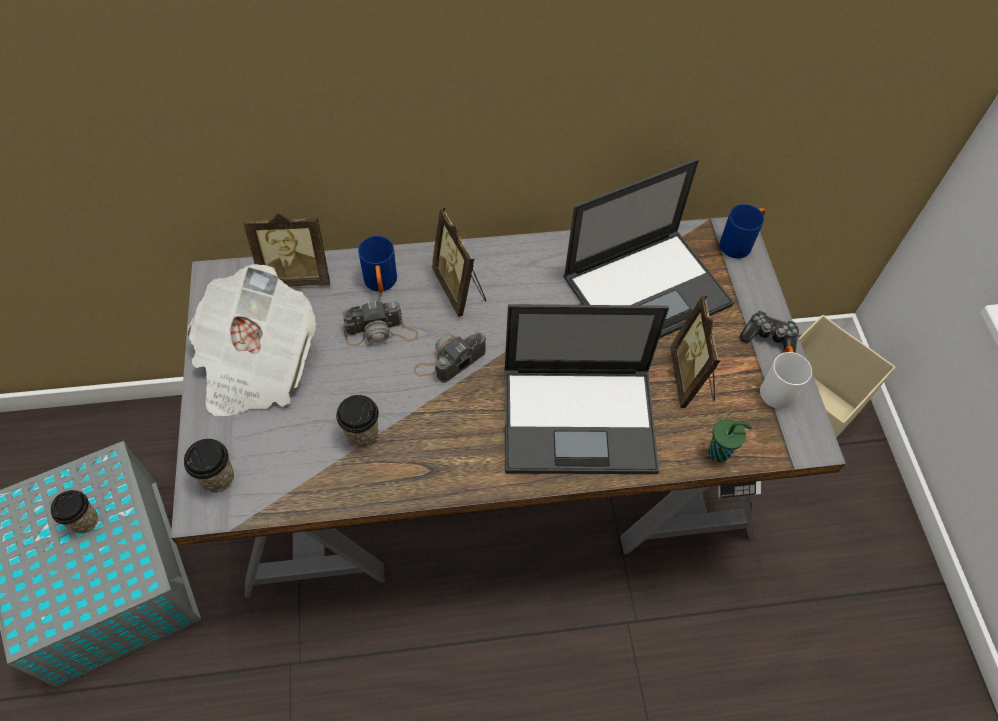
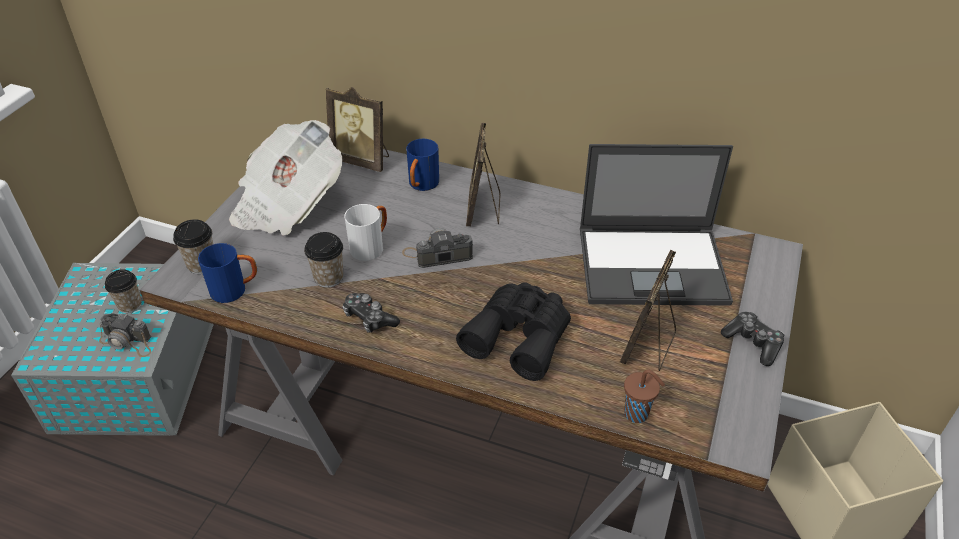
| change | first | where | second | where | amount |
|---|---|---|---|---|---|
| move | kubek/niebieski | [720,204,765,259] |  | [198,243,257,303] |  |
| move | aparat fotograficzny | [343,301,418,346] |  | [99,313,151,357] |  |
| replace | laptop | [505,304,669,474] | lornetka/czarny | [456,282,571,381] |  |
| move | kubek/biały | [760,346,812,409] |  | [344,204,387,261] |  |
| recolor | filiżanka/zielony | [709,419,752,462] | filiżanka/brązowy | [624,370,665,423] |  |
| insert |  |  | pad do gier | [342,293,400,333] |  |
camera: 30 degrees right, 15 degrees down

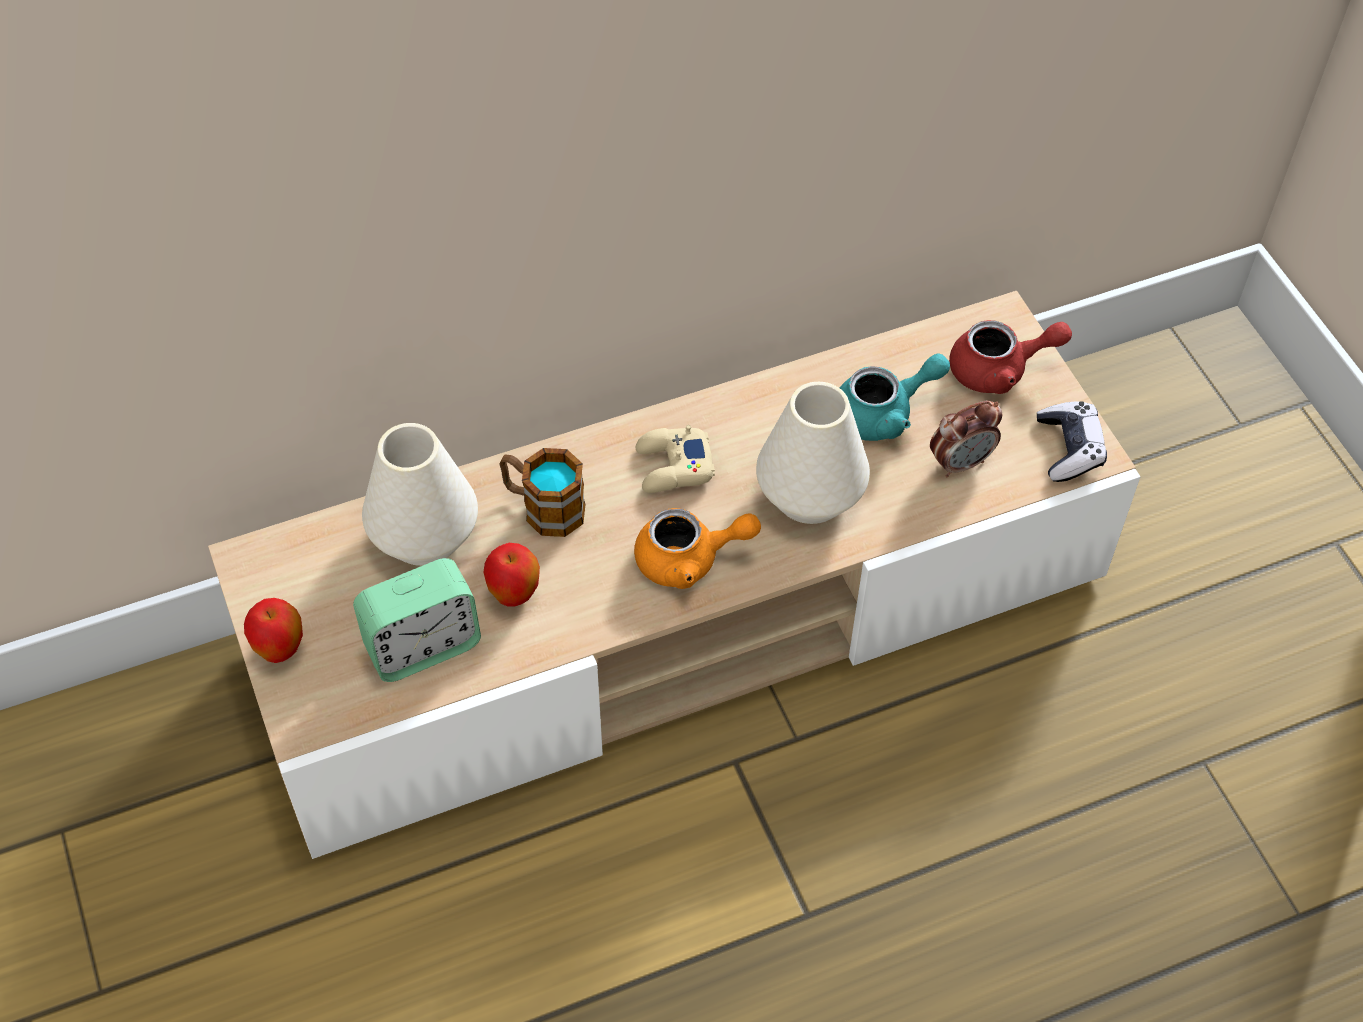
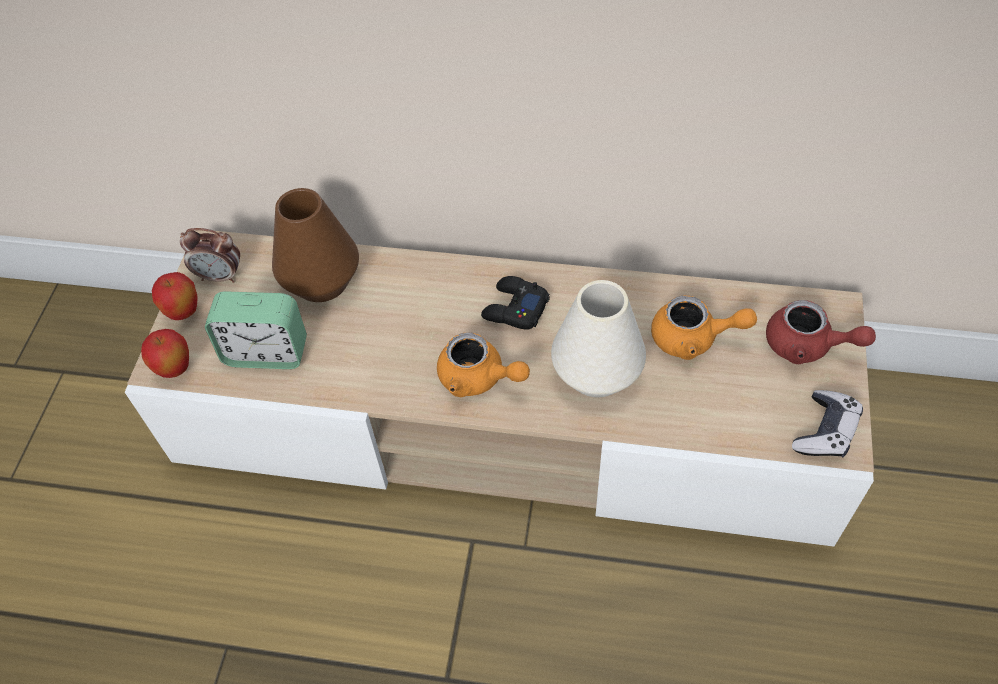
| change | first | where | second | where | amount |
|---|---|---|---|---|---|
| recolor | imbryk/turkusowy | [840,353,950,441] | imbryk/pomarańczowy | [651,296,757,360] |  |
| move | budzik | [930,401,1002,477] |  | [180,228,240,283] |  |
| recolor | wazon/biały | [362,423,478,566] | wazon/brązowy | [272,188,359,302] |  |
| recolor | pad do gier/beżowy | [636,425,715,493] | pad do gier/czarny | [481,276,550,330] |  |
| delete | kubek | [499,448,586,537] |  |  |  |
| move | jabłko | [483,543,540,607] |  | [141,329,189,378] |  |
camera: 35 degrees right, 0 degrees up

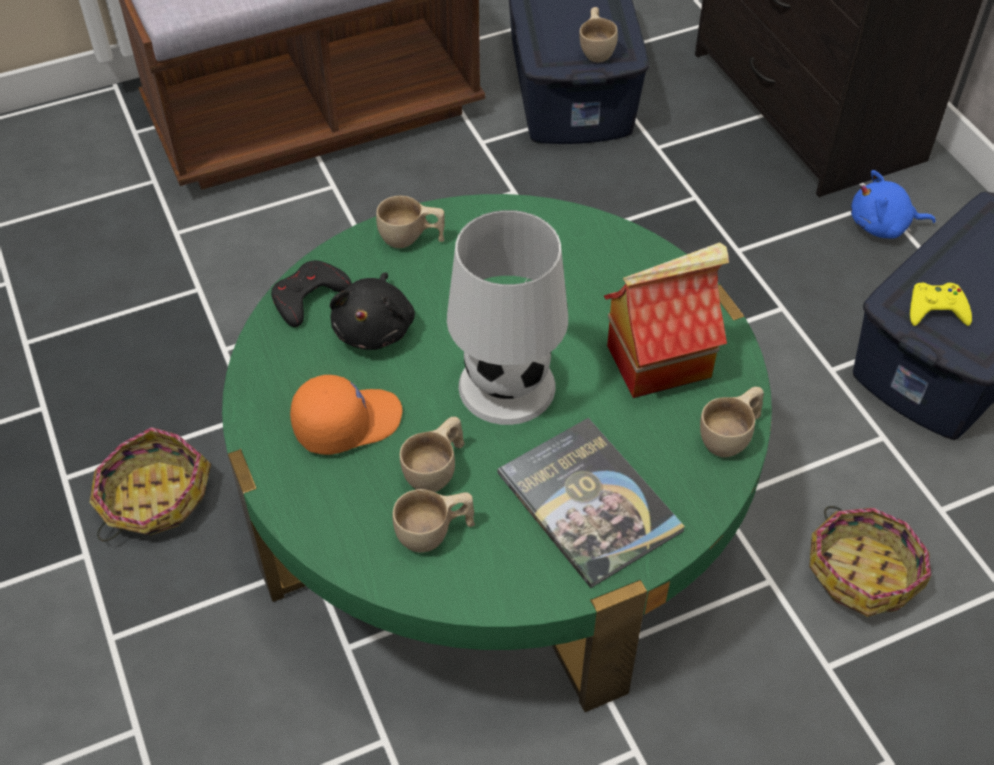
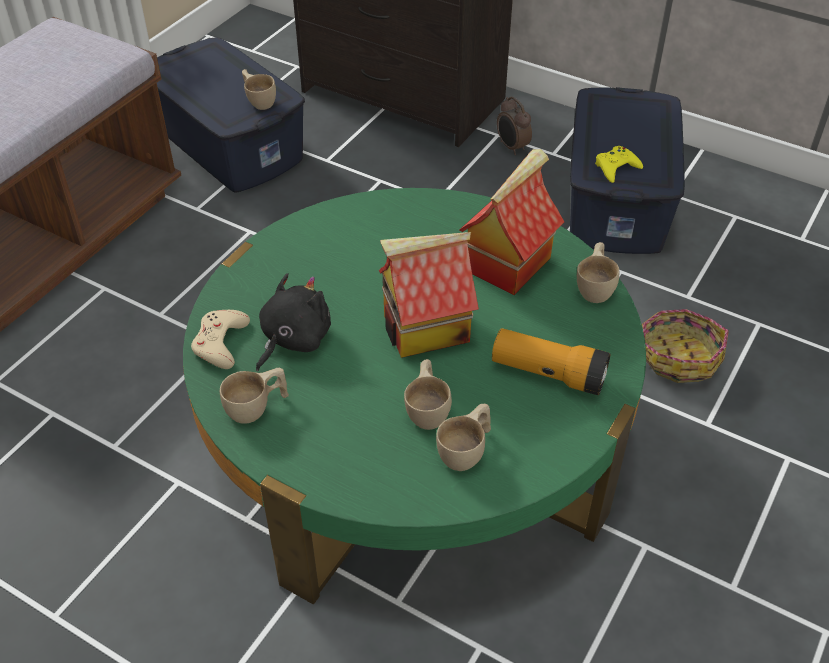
| change | first | where | second | where | amount |
|---|---|---|---|---|---|
| replace | pluszak/niebieski | [851,170,936,239] | budzik | [497,96,532,155] |  |
| move | filiżanka/beżowy | [376,196,445,248] |  | [220,368,289,424] |  |
| replace | lampa stołowa/biały | [447,210,568,425] | domek | [379,232,479,358] |  |
| recolor | pad do gier/czarny | [271,260,352,327] | pad do gier/beżowy | [191,310,250,369] |  |
| rotate | pluszak/czarny | [330,272,415,350] |  | [256,273,331,372] | 120 degrees counterclockwise |
| delete | czapka z daszkiem/pomarańczowy | [290,375,403,455] |  |  |  |
| replace | książka | [497,418,685,588] | latarka | [492,328,610,395] |  |
| delete | koszyk | [89,427,211,542] |  |  |  |
camera: 35 degrees left, 5 degrees down

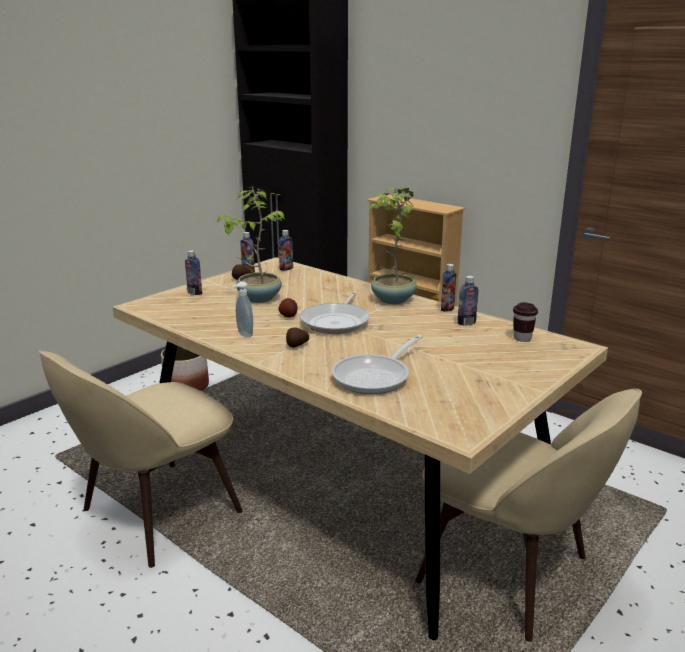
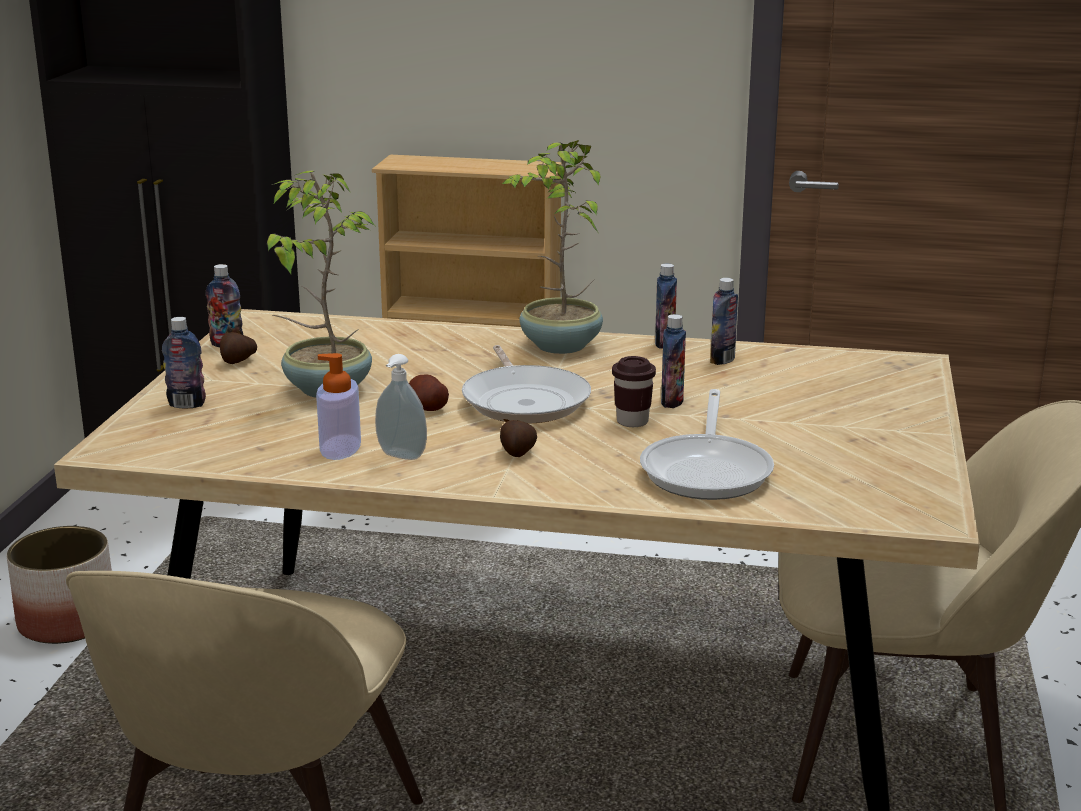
| change | first | where | second | where | amount |
|---|---|---|---|---|---|
| move | butelka | [279,230,293,271] |  | [661,314,686,408] |  |
| move | filiżanka/brązowy | [513,302,538,342] |  | [612,356,656,427] |  |
| insert |  |  | dozownik mydła | [316,353,361,460] |  |
camera: 30 degrees left, 0 degrees up

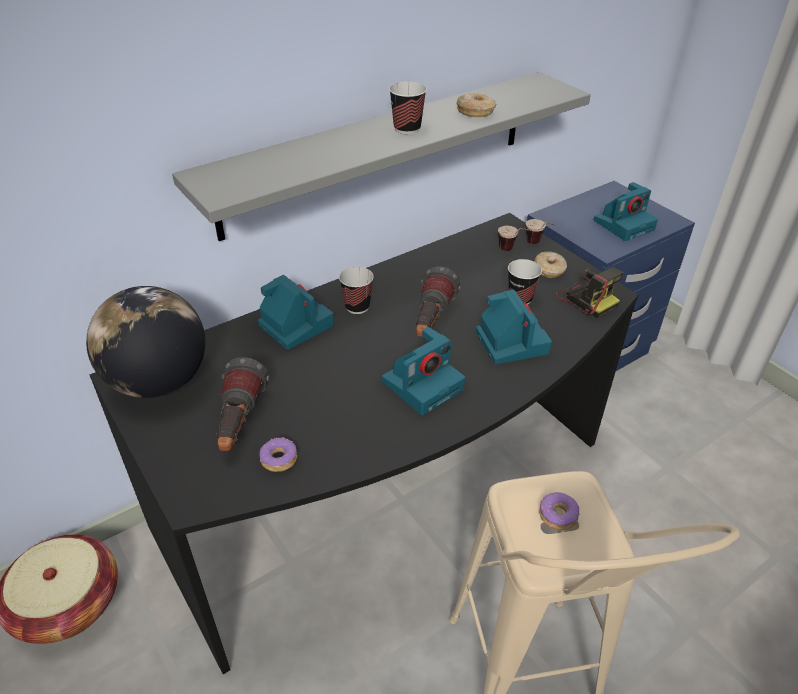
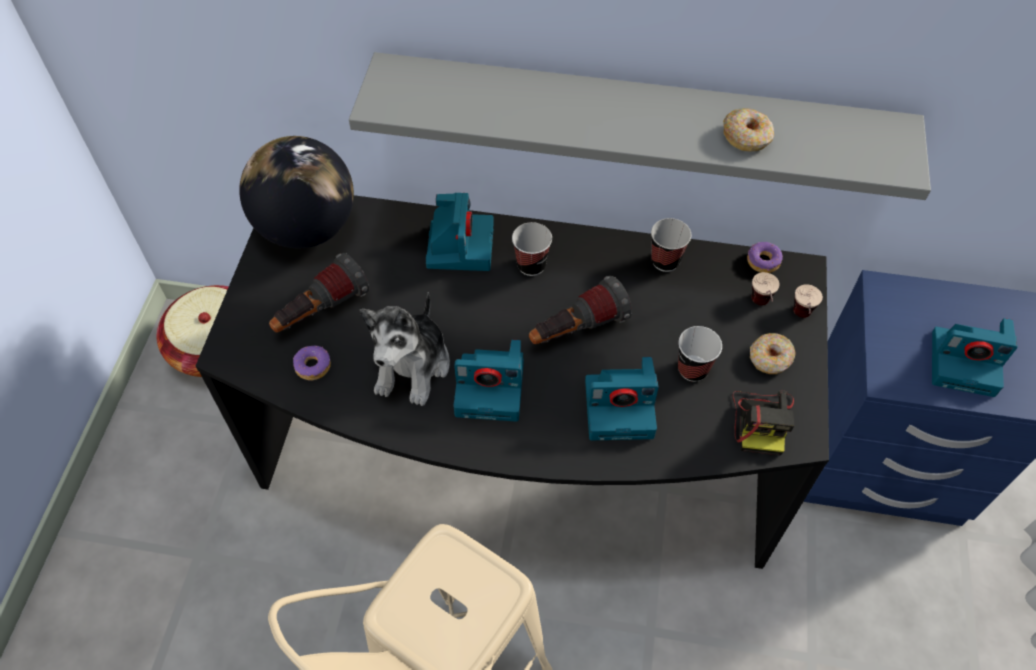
| change | first | where | second | where | amount |
|---|---|---|---|---|---|
| move | filiżanka | [389,81,427,134] |  | [651,218,691,272] |  |
| rotate | aparat fotograficzny | [476,290,552,365] |  | [585,357,659,440] | 60 degrees clockwise |
| move | donut | [539,492,580,530] |  | [747,242,783,273] |  |
| insert |  |  | pluszak | [360,292,450,406] |  |
camera: 45 degrees right, 15 degrees up

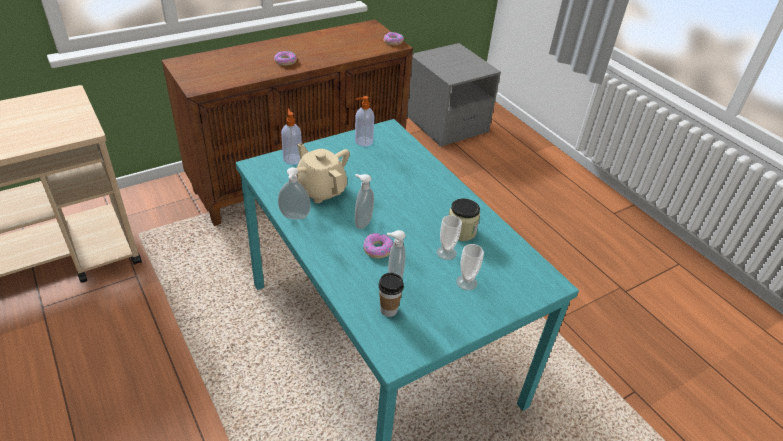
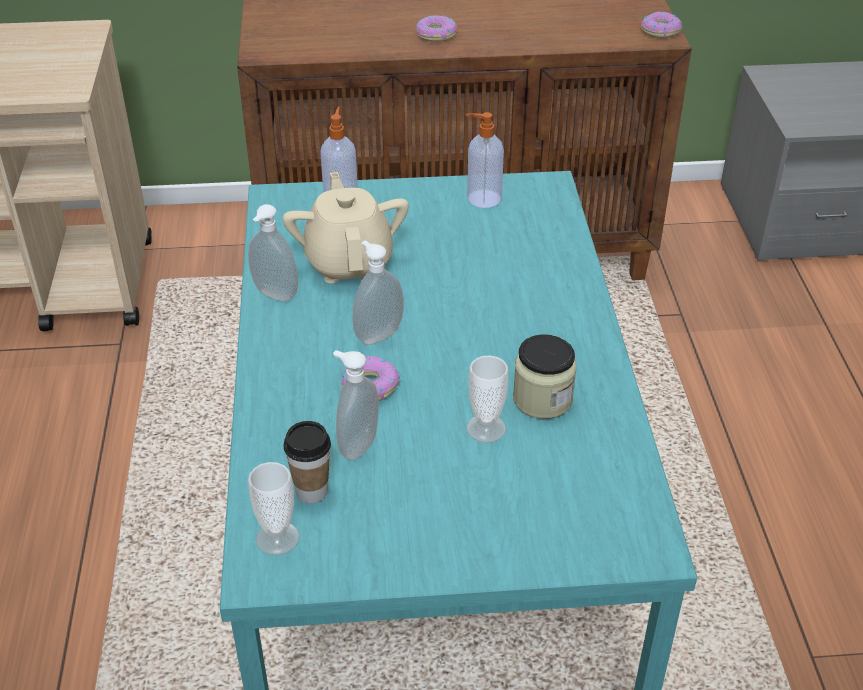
| change | first | where | second | where | amount |
|---|---|---|---|---|---|
| move | filiżanka | [456,244,484,291] |  | [248,462,300,555] |  |
camera: 30 degrees right, 0 degrees up

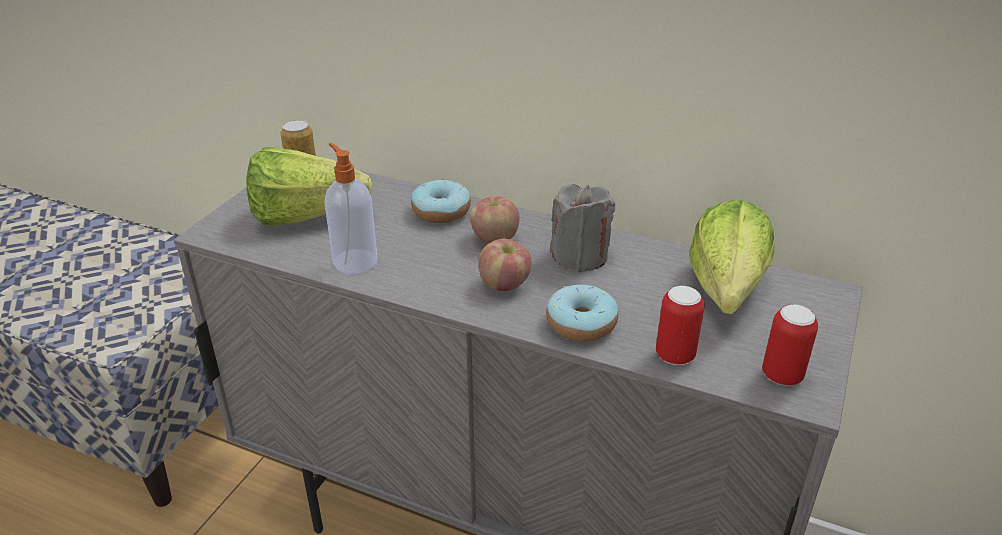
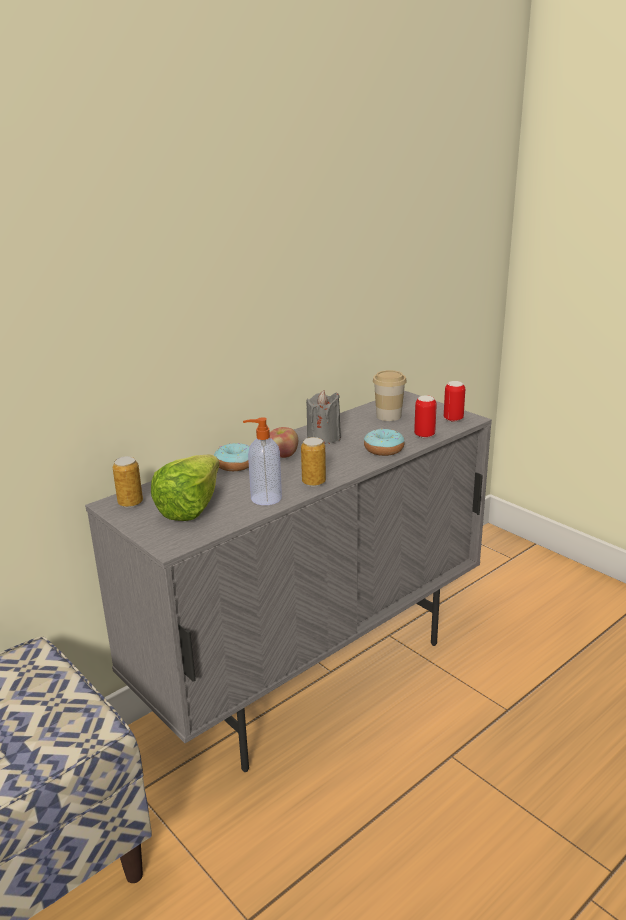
| change | first | where | second | where | amount |
|---|---|---|---|---|---|
| replace | sałata | [689,199,774,314] | filiżanka | [373,370,407,421] |  |
| delete | jabłko | [478,238,532,291] |  |  |  |
| insert |  |  | puszka | [301,437,326,487] |  |
camera: 65 degrees left, 10 degrees down

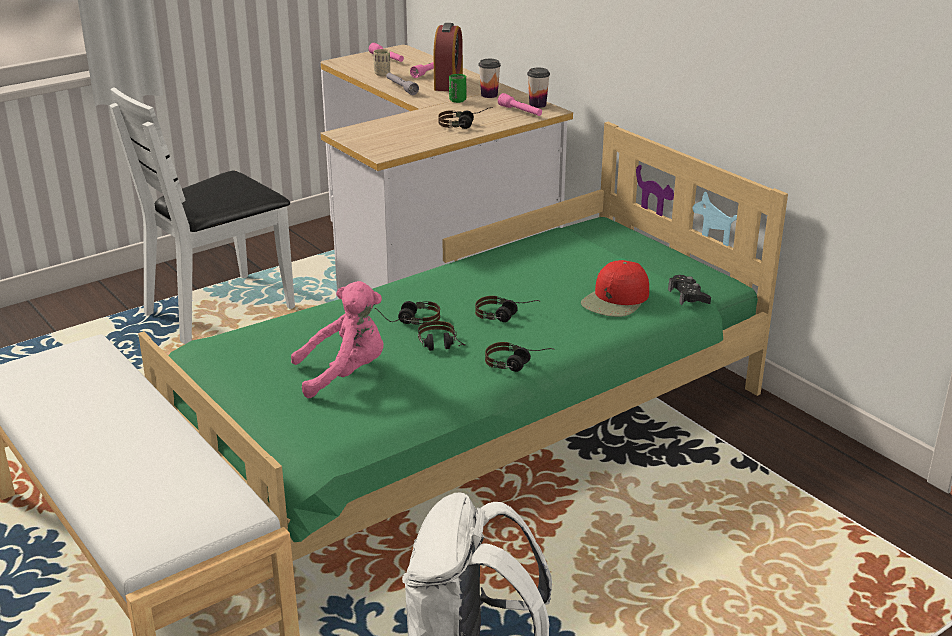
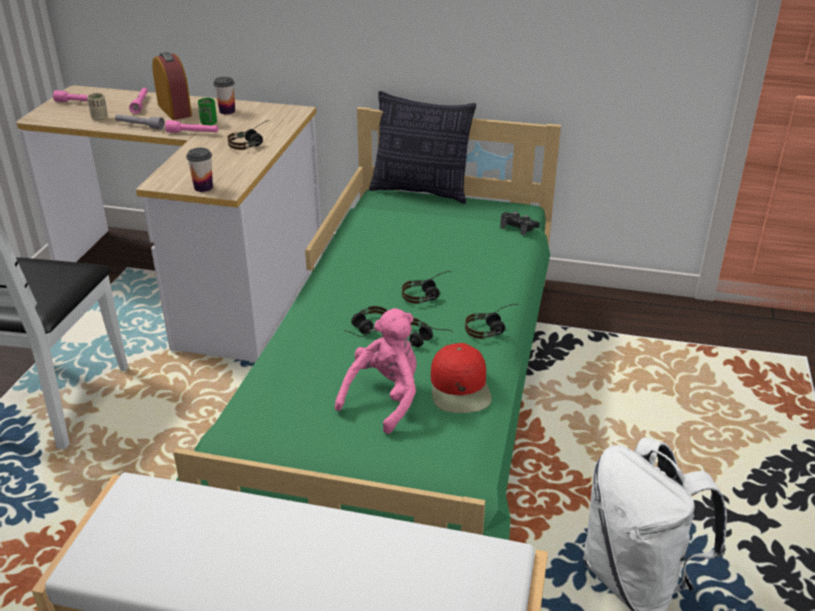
| change | first | where | second | where | amount |
|---|---|---|---|---|---|
| move | filiżanka | [527,68,550,108] |  | [186,148,213,192] |  |
| move | latarka/różowy | [498,93,542,116] |  | [165,120,218,133] |  |
| move | czapka z daszkiem/czerwony | [581,260,649,317] |  | [431,343,492,413] |  |
| insert |  |  | poduszka | [369,91,476,204] |  |
camera: 40 degrees left, 5 degrees up

